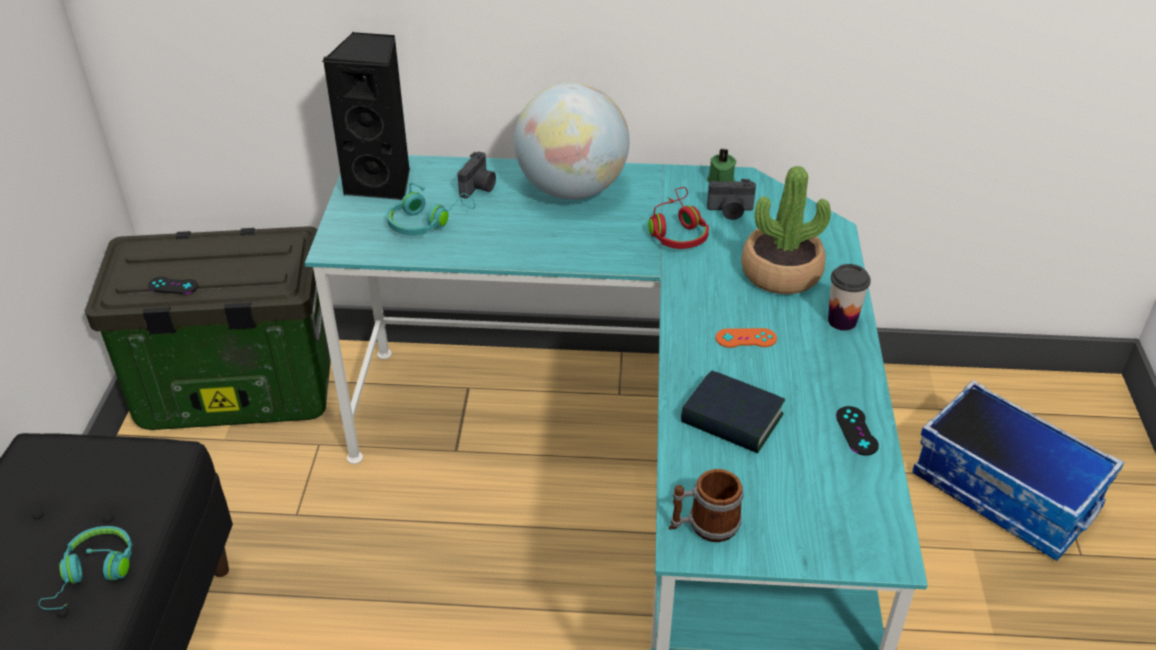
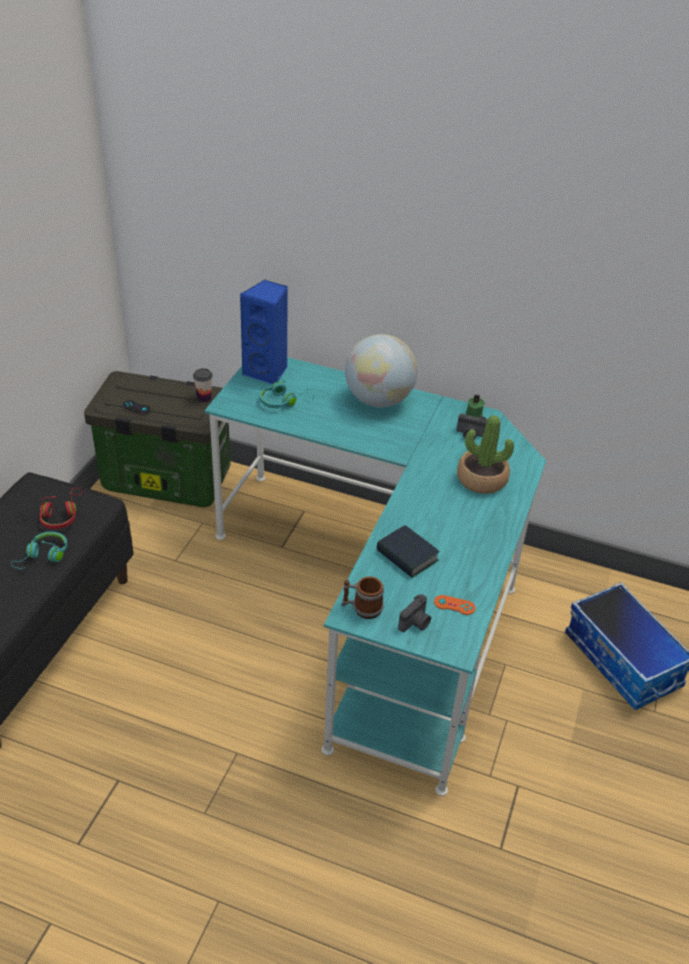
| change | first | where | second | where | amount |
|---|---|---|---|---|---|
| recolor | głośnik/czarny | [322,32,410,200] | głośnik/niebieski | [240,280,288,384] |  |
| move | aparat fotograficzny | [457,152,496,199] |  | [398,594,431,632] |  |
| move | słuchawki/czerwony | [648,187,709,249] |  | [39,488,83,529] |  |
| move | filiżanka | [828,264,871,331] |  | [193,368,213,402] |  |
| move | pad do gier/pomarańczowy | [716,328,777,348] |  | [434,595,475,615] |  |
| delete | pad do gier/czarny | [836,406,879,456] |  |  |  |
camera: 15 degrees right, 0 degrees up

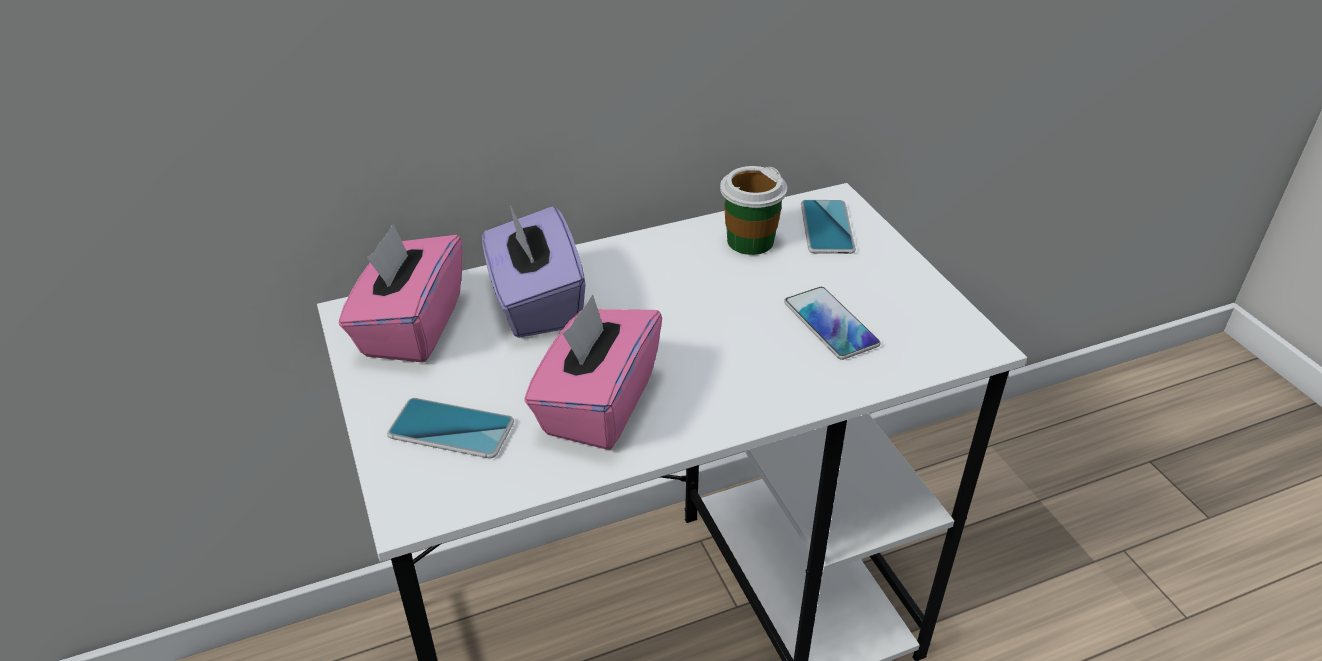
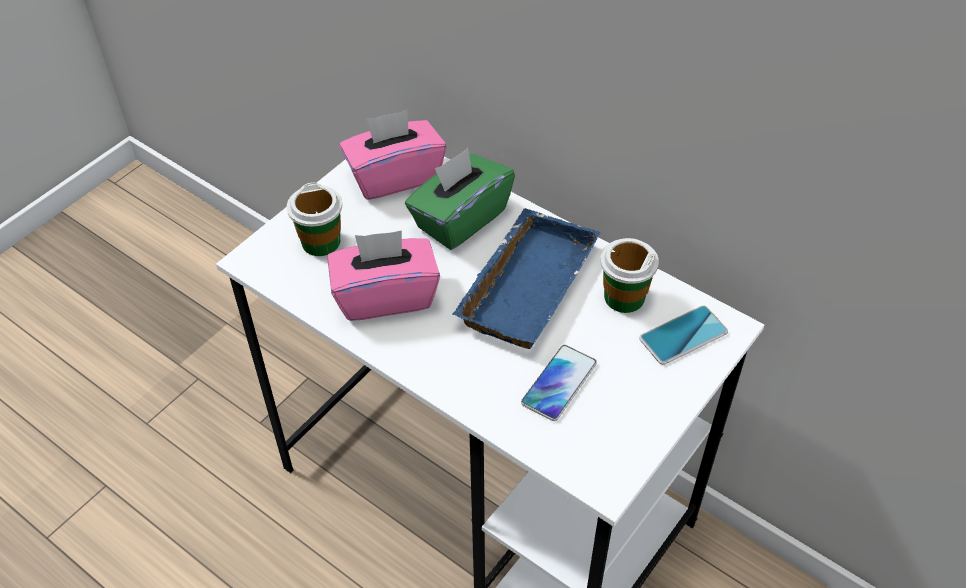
| change | first | where | second | where | amount |
|---|---|---|---|---|---|
| recolor | pudełko chusteczek/fioletowy | [482,205,586,338] | pudełko chusteczek/zielony | [405,148,515,250] |  |
| replace | telefon | [387,398,514,458] | filiżanka | [287,182,342,256] |  |
| insert |  |  | taca/niebieski | [452,208,600,349] |  |
camera: 60 degrees right, 10 degrees up

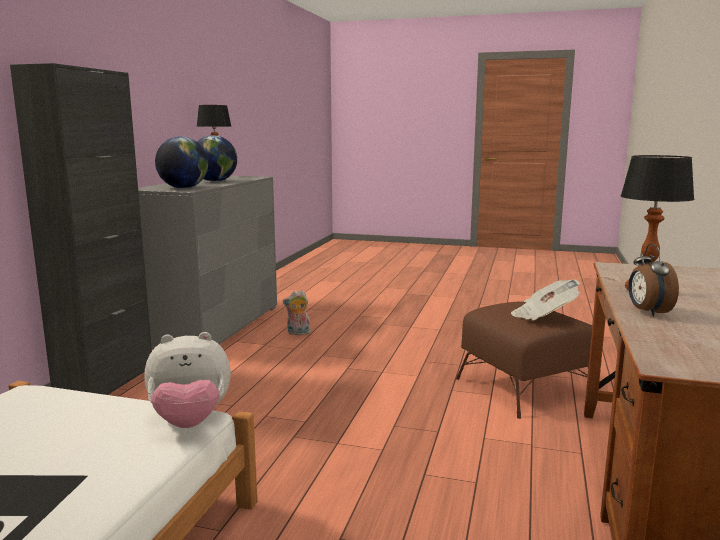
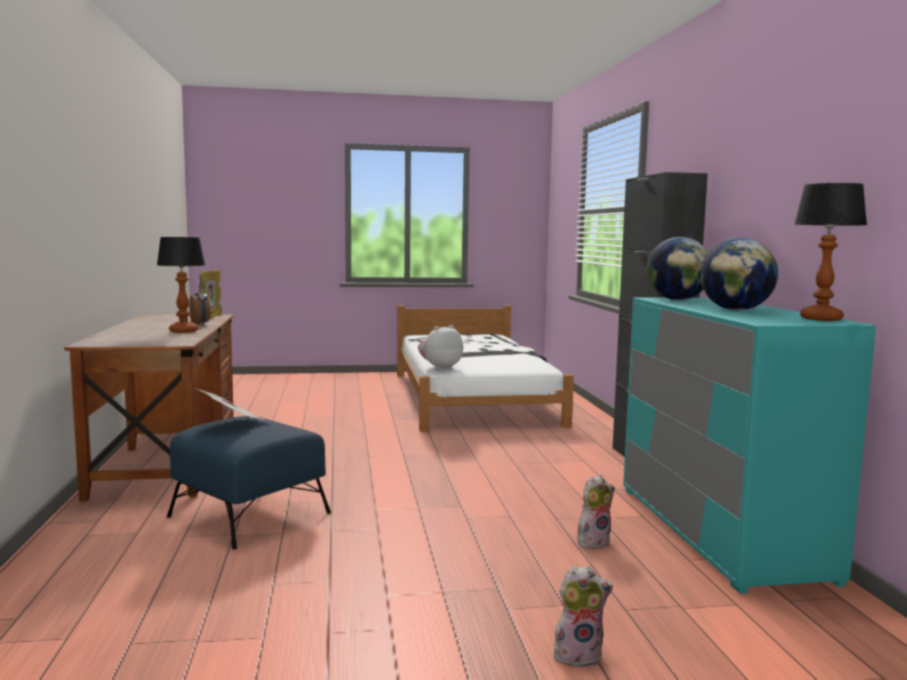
| change | first | where | second | where | amount |
|---|---|---|---|---|---|
| recolor | komoda/szary | [138,176,277,350] | komoda/turkusowy | [623,298,876,594] |  |
| recolor | pufa/brązowy | [456,302,592,419] | pufa/niebieski | [167,416,331,550] |  |
| insert |  |  | ramka na zdjęcie | [200,269,222,318] |  |
| insert |  |  | pluszak | [554,566,613,668] |  |
camera: 155 degrees right, 5 degrees down

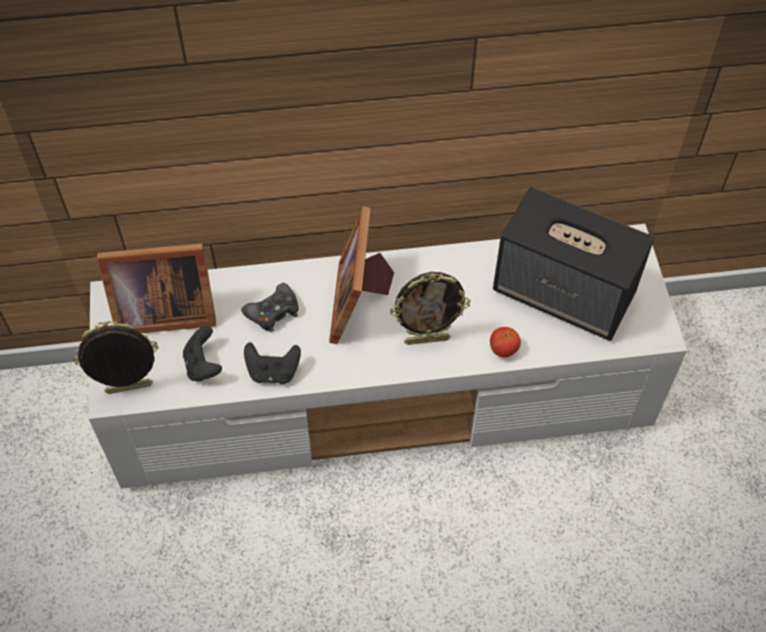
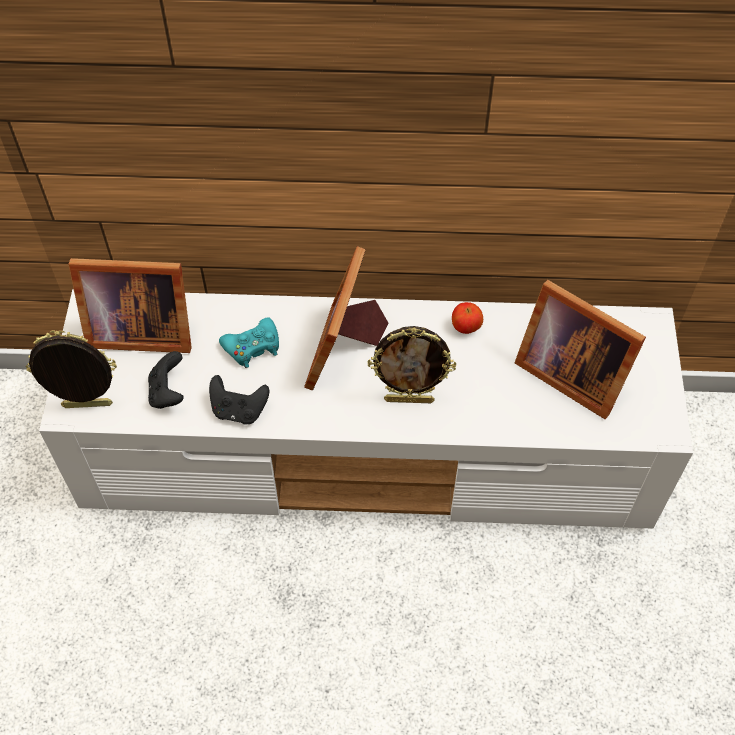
| change | first | where | second | where | amount |
|---|---|---|---|---|---|
| replace | głośnik | [493,187,654,341] | ramka na zdjęcie | [515,280,646,419] |  |
| recolor | pad do gier/czarny | [241,283,298,332] | pad do gier/turkusowy | [219,317,279,368] |  |
| move | jabłko | [490,327,521,358] |  | [452,302,483,334] |  |
camera: 10 degrees right, 0 degrees up

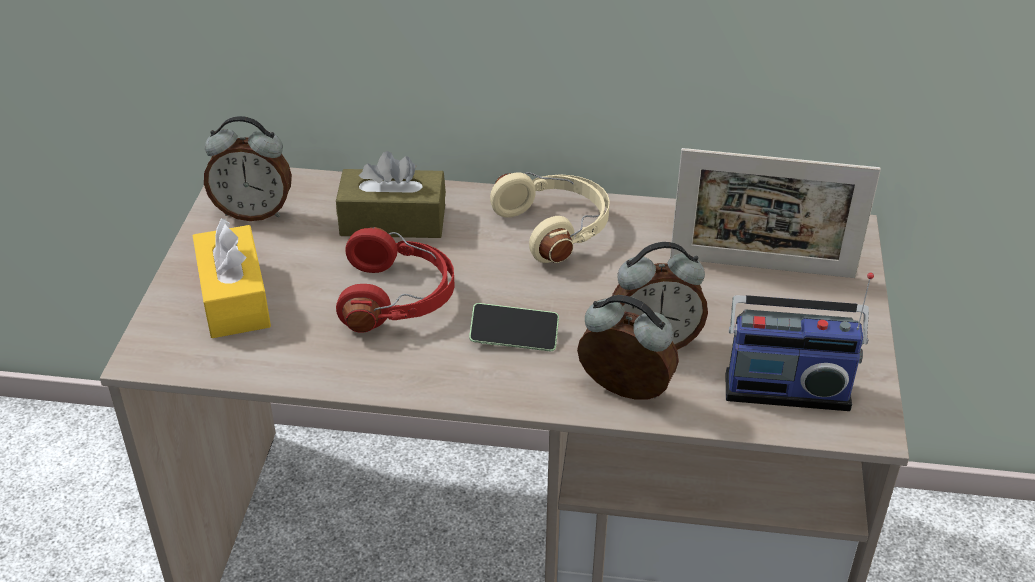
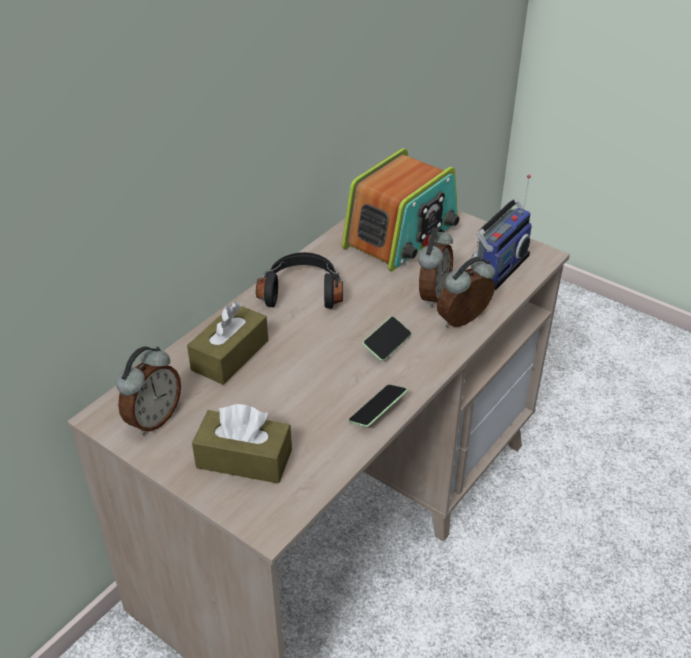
| change | first | where | second | where | amount |
|---|---|---|---|---|---|
| replace | ramka na zdjęcie | [670,148,881,278] | radio | [342,148,460,271] |  |
| recolor | słuchawki/beżowy | [490,172,610,263] | słuchawki/czarny | [256,252,343,309] |  |
| recolor | pudełko chusteczek/żółty | [193,218,271,338] | pudełko chusteczek/brązowy | [192,404,292,483] |  |
| delete | słuchawki/czerwony | [336,227,455,333] |  |  |  |
| insert |  |  | telefon | [348,384,408,427] |  |
camera: 60 degrees left, 0 degrees up

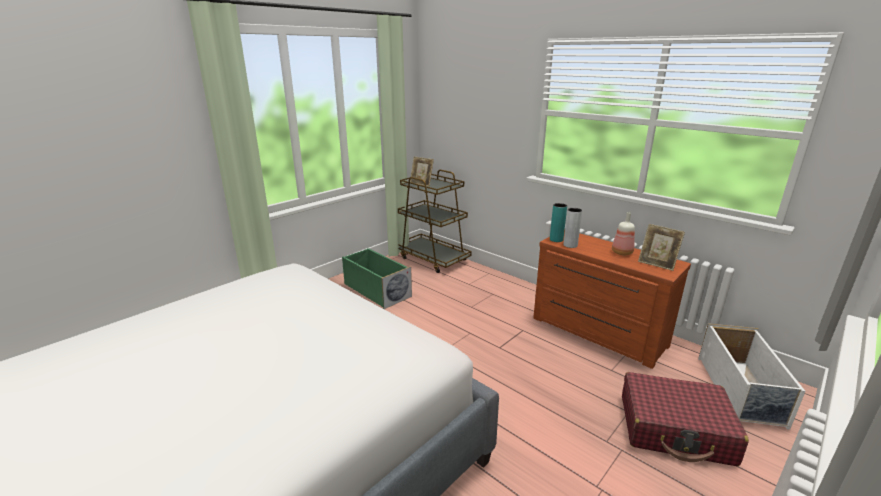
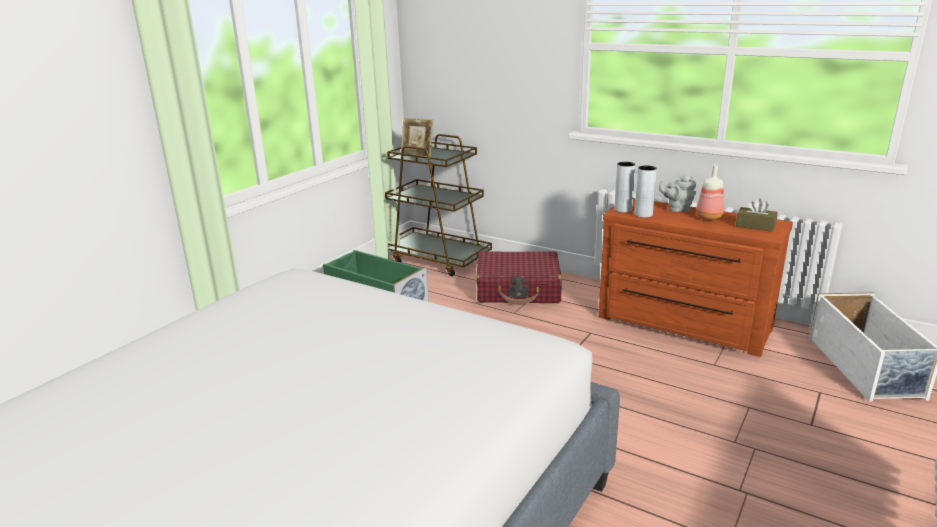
| change | first | where | second | where | amount |
|---|---|---|---|---|---|
| recolor | wazon/turkusowy | [550,203,567,242] | wazon/szary | [614,162,635,213] |  |
| replace | ramka na zdjęcie | [638,224,685,271] | pudełko chusteczek/brązowy | [736,198,777,232] |  |
| move | walizka/czerwony | [622,372,749,466] |  | [476,251,562,305] |  |
| insert |  |  | imbryk/szary | [659,176,697,212] |  |
camera: 10 degrees left, 0 degrees up

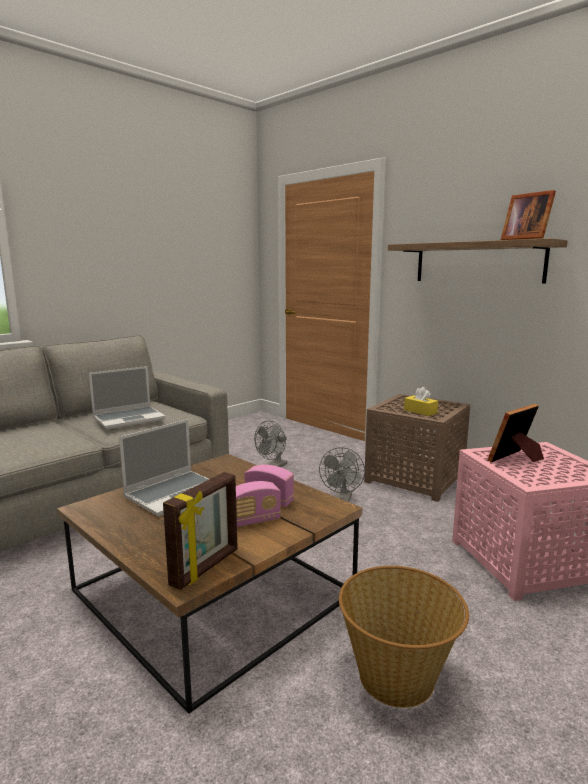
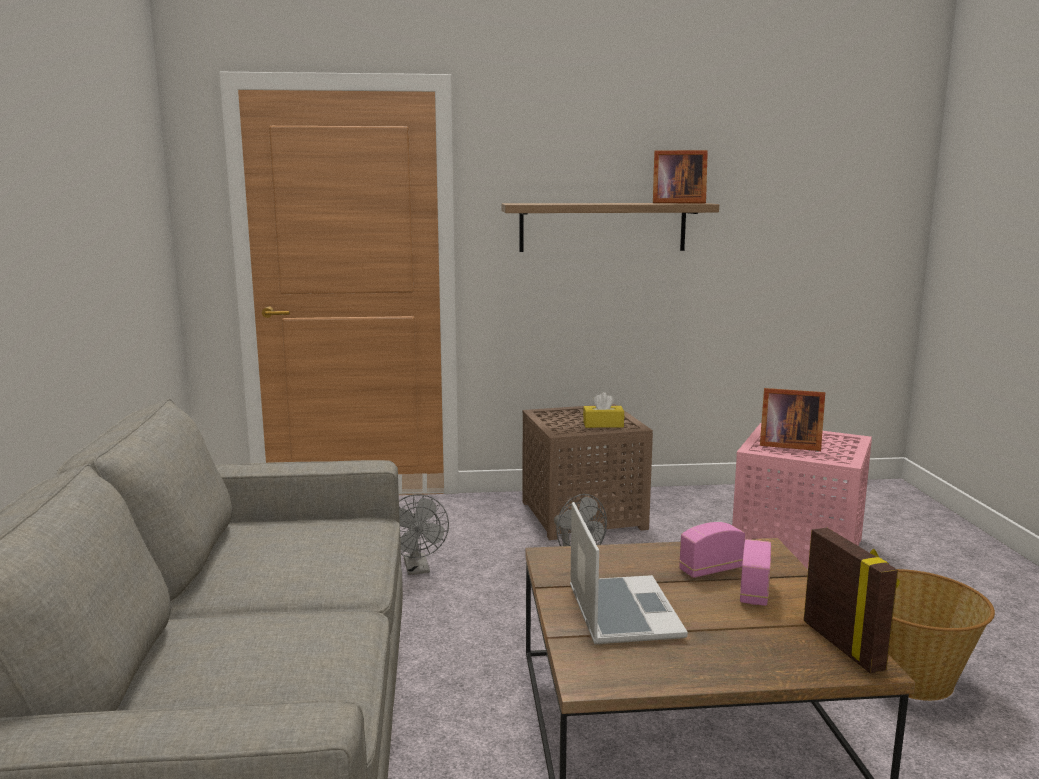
| change | first | where | second | where | amount |
|---|---|---|---|---|---|
| delete | laptop | [89,366,166,430] |  |  |  |
| rotate | ramka na zdjęcie | [487,404,544,462] |  | [760,388,825,451] | 75 degrees counterclockwise |
camera: 50 degrees left, 0 degrees up

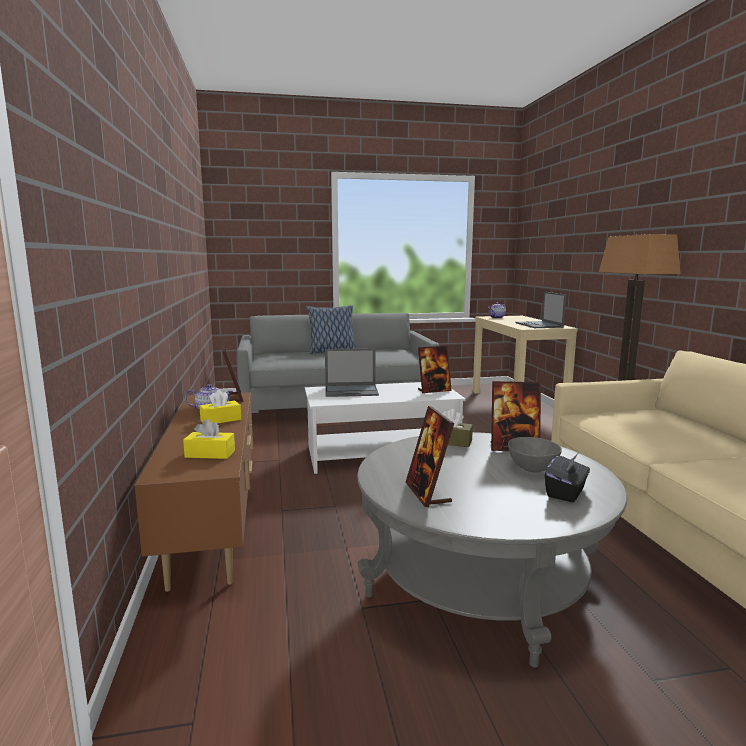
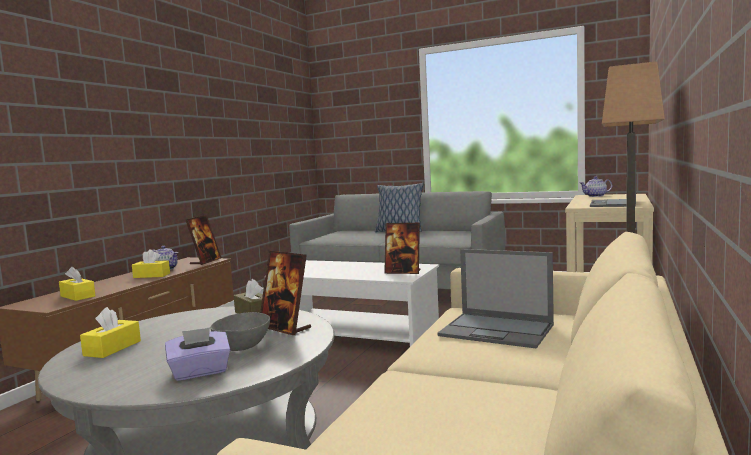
| change | first | where | second | where | amount |
|---|---|---|---|---|---|
| move | laptop | [325,348,379,397] |  | [437,249,554,349] |  |
| replace | ramka na zdjęcie | [406,406,454,507] | pudełko chusteczek/żółty | [80,307,141,358] |  |
| recolor | pudełko chusteczek/czarny | [545,453,590,502] | pudełko chusteczek/fioletowy | [165,327,231,381] |  |
camera: 35 degrees right, 5 degrees down

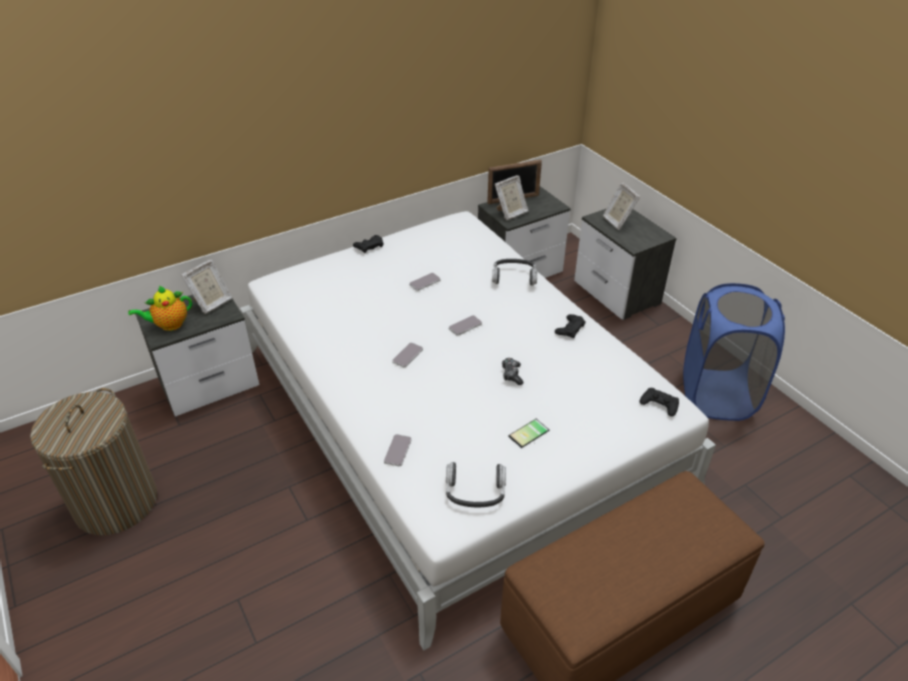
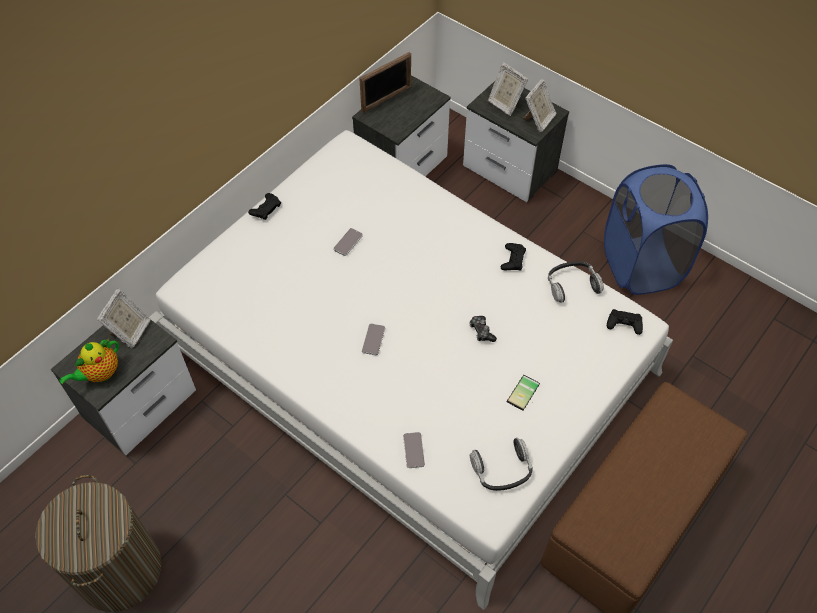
| change | first | where | second | where | amount |
|---|---|---|---|---|---|
| move | ramka na zdjęcie | [494,175,529,220] |  | [523,79,557,132] |  |
| move | słuchawki | [492,259,537,286] |  | [548,261,604,303] |  |
| delete | telefon | [449,315,482,336] |  |  |  |
camera: 20 degrees left, 15 degrees up

